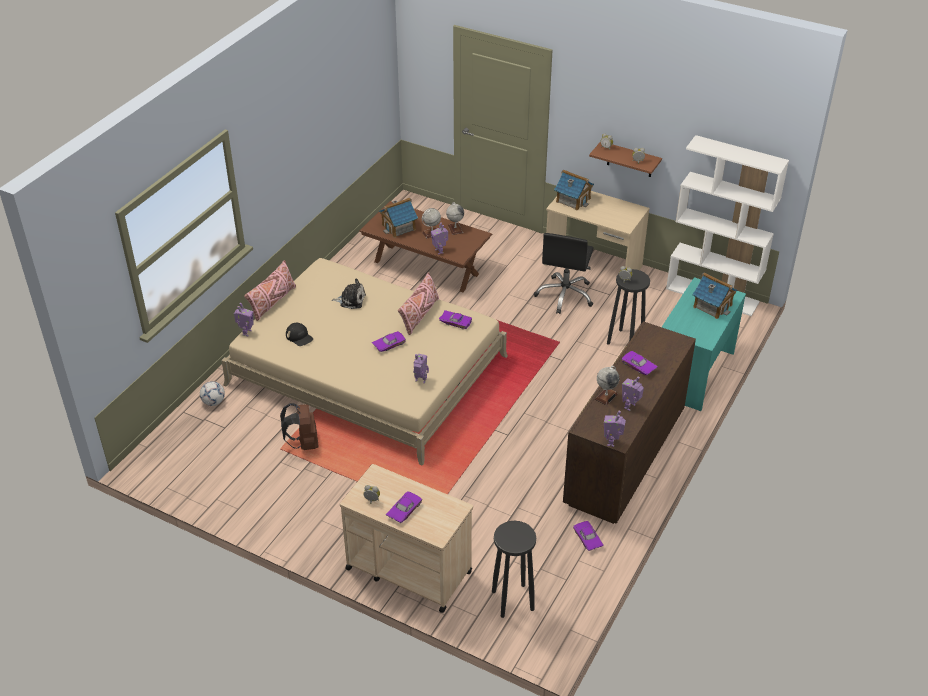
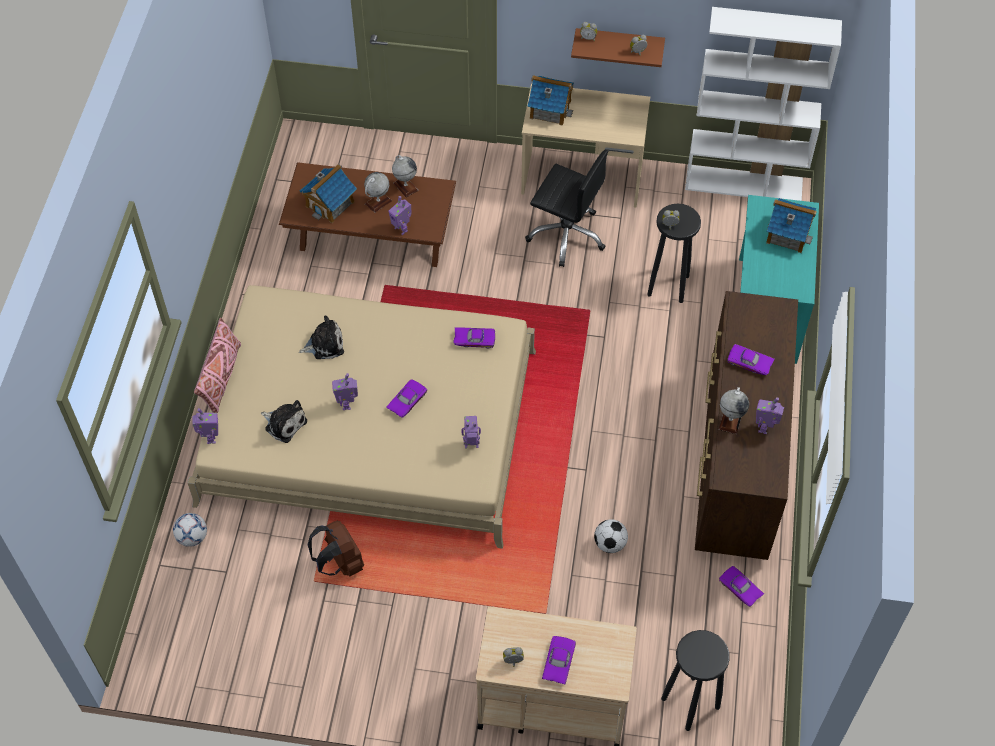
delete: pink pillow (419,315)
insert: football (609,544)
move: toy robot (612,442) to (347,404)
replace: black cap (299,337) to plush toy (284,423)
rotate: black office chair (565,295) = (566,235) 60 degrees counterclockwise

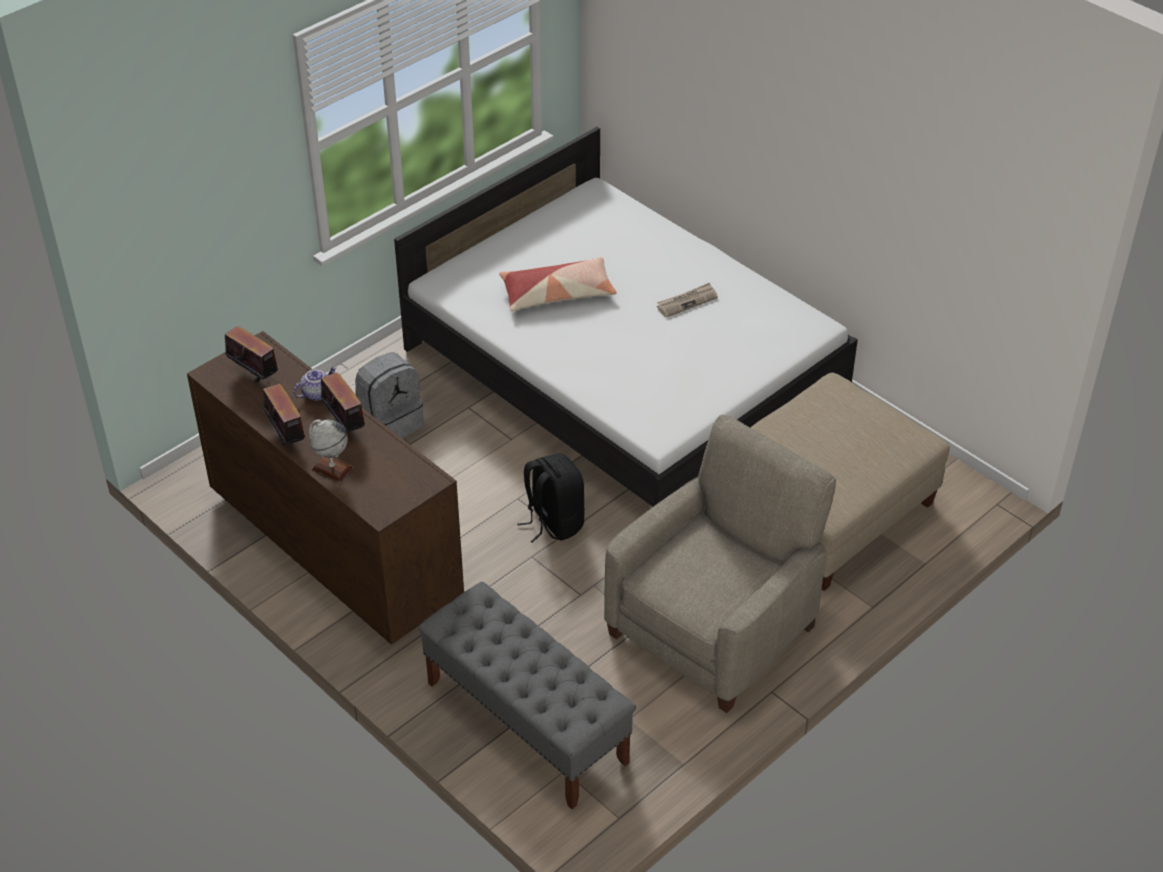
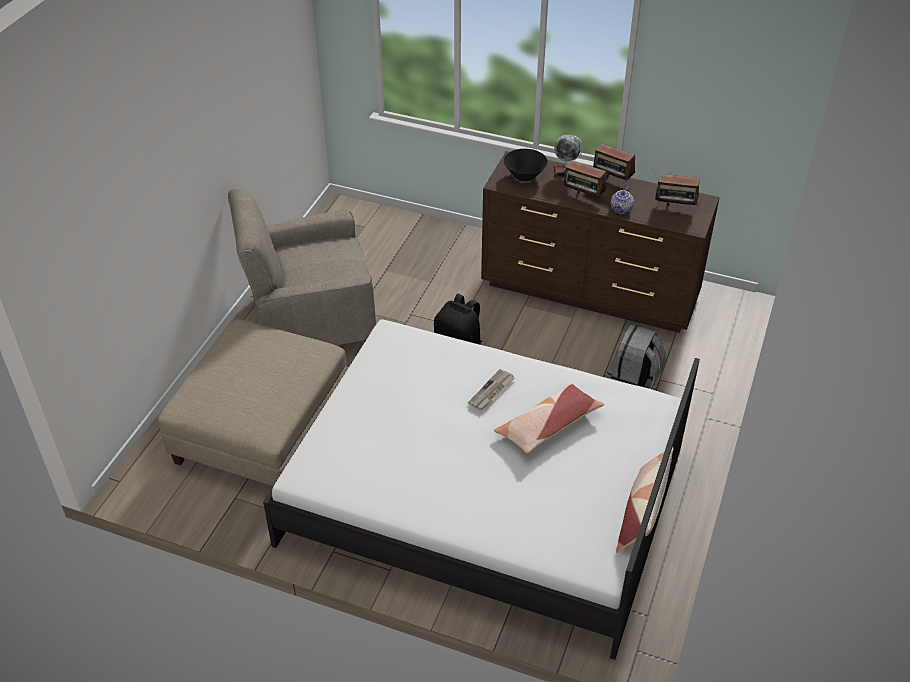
delete: grey bench (526,722)
insert: black bowl (524,176); pillow (642,513)
move: newspaper (687,301) to (491,391)
rotate: beige armchair (713,629) = (311,321) 60 degrees clockwise

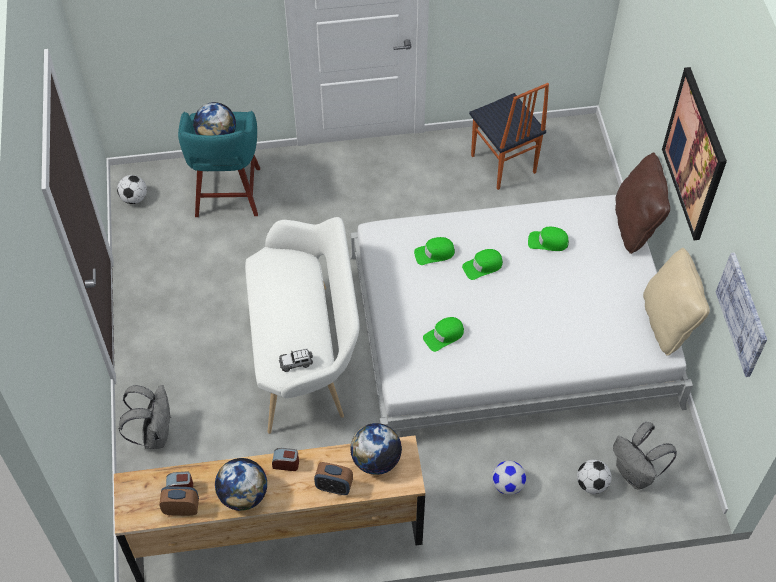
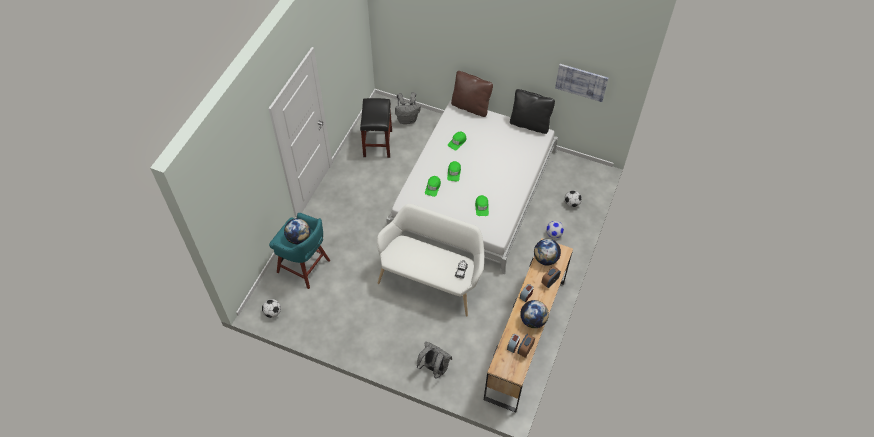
delete: picture (695,154)
move: grey backpack (636,474) to (407,119)
replace: chair (502,165) to black stool (378,143)
recolor: beige pillow (667,323) to black pillow (530,124)

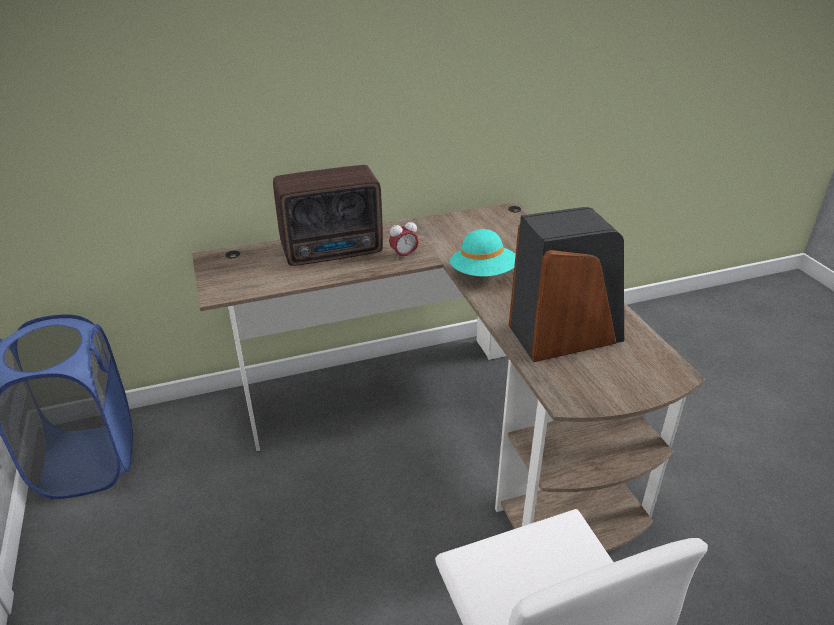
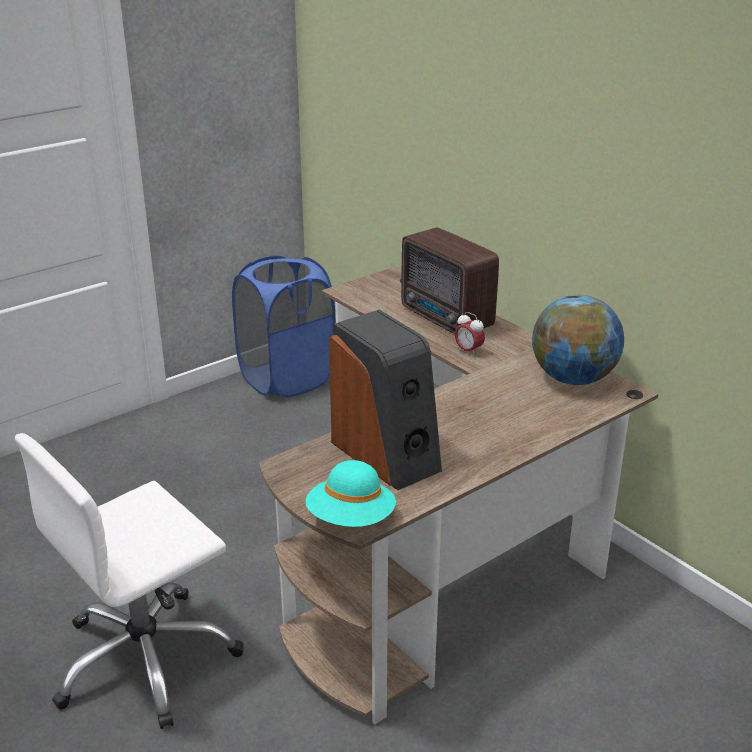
insert: globe (573,379)
move: turquoise hat (483,275) to (351,519)

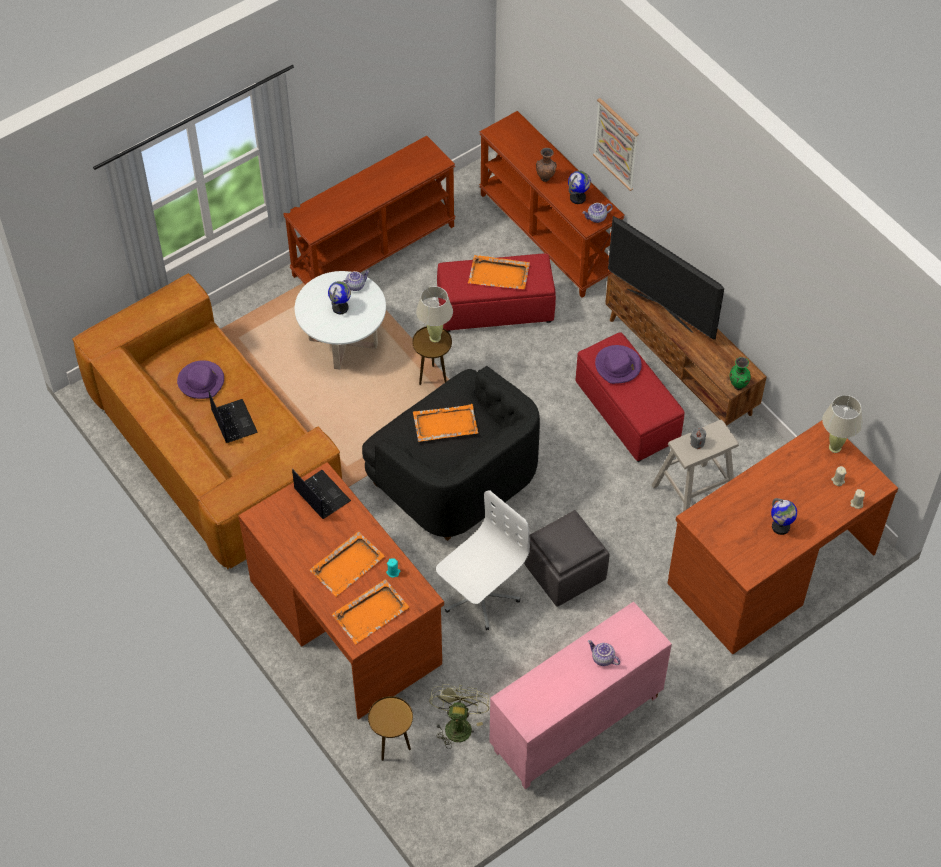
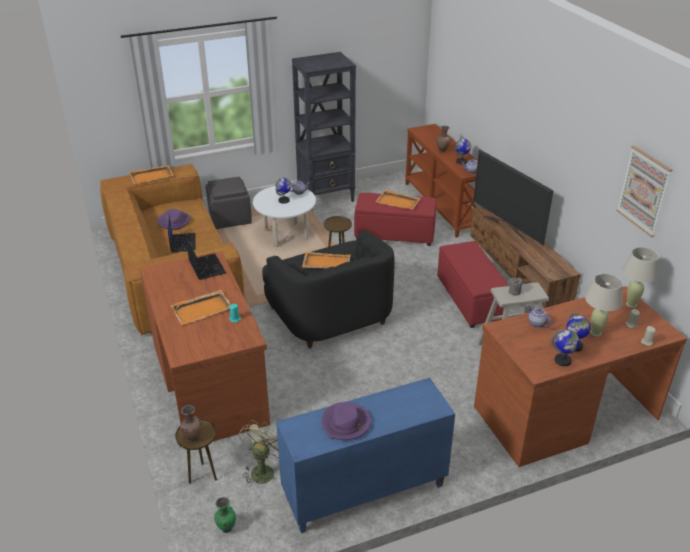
delete: white office chair (480,596)
insert: brown vase (192,438); globe (563,360)
move: orange tray (371,612) to (152,175); beige table lamp (435,337) to (595,332); grey ottoman (564,573) to (229,218); teapot (602,658) to (536,323); picture (616,144) to (644,190); purple hat (618,366) to (346,423); green vase (737,386) to (226,528)
replace: brown console table (373,249) to black bookcase (326,197)
recolor: pink cabinet (576,725) to blue cabinet (364,492)

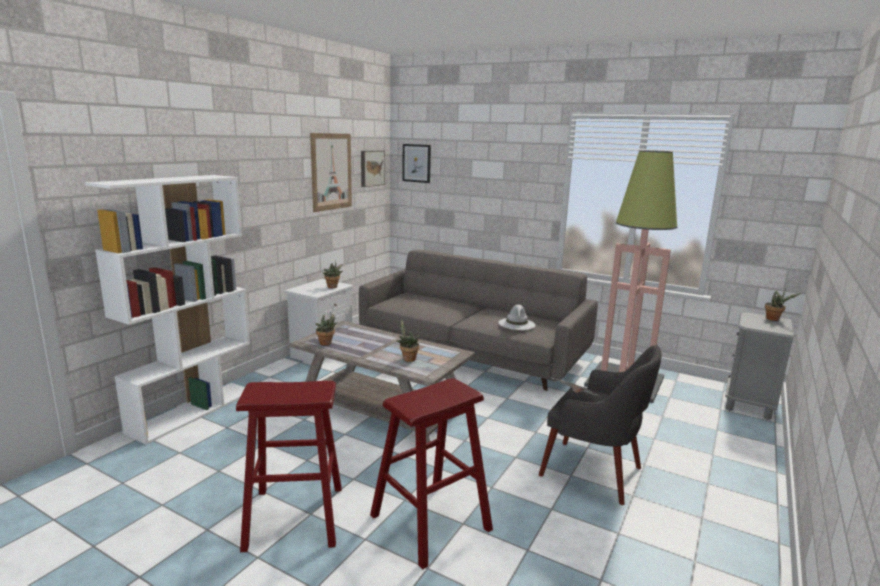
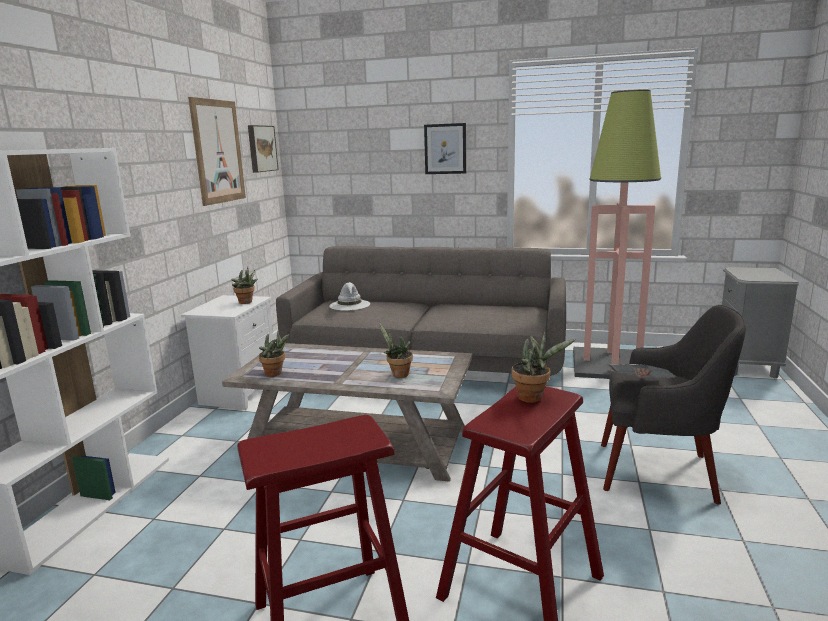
move: picture (416,163) to (445,149); white hat (517,324) to (350,305); potted plant (774,319) to (534,397)

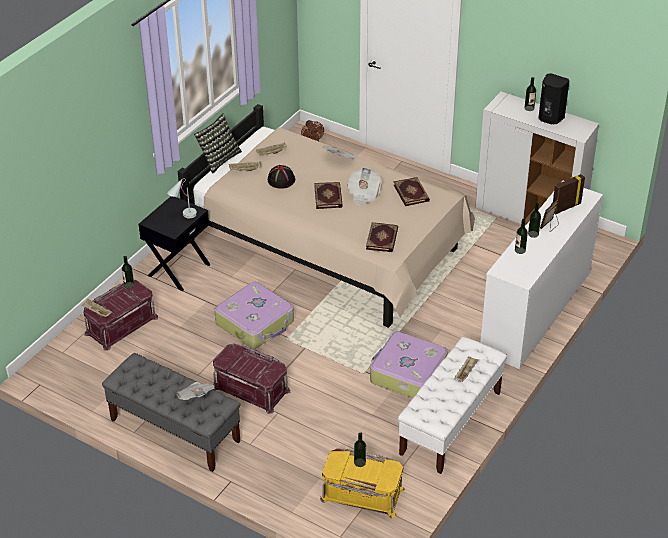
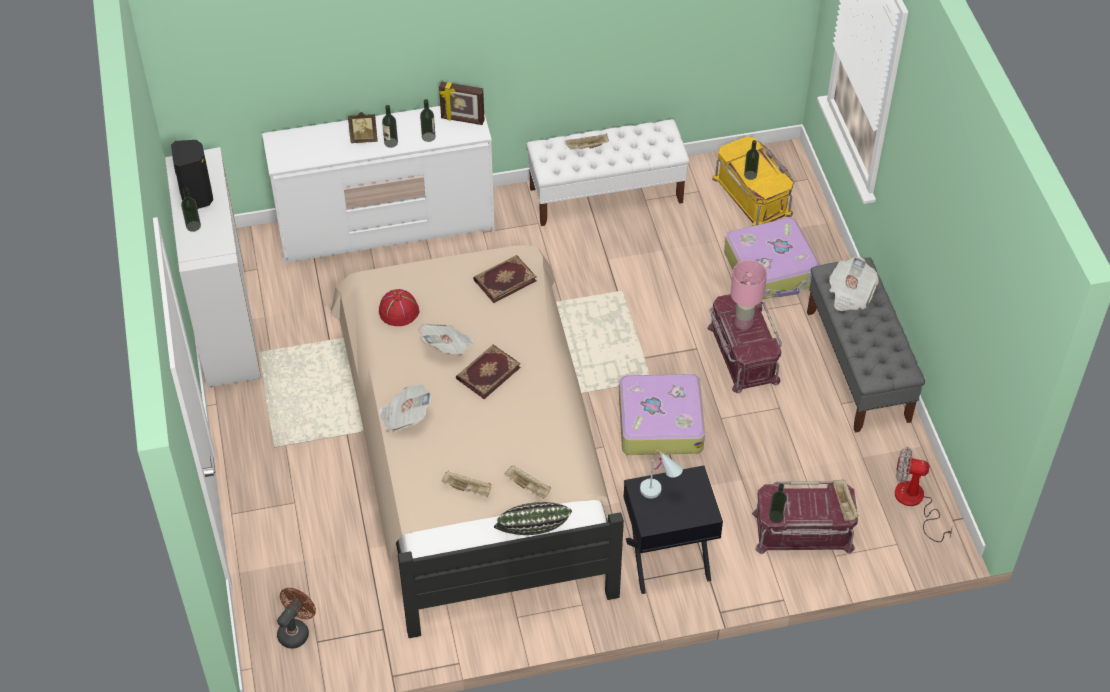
delete: black hat (281,180)
insert: pink table lamp (744,323); fan (915,503)
move: suitcase (407,374) to (771,269); picture frame (565,207) to (462,120)
replace: book (412,193) to red hat (398,310)

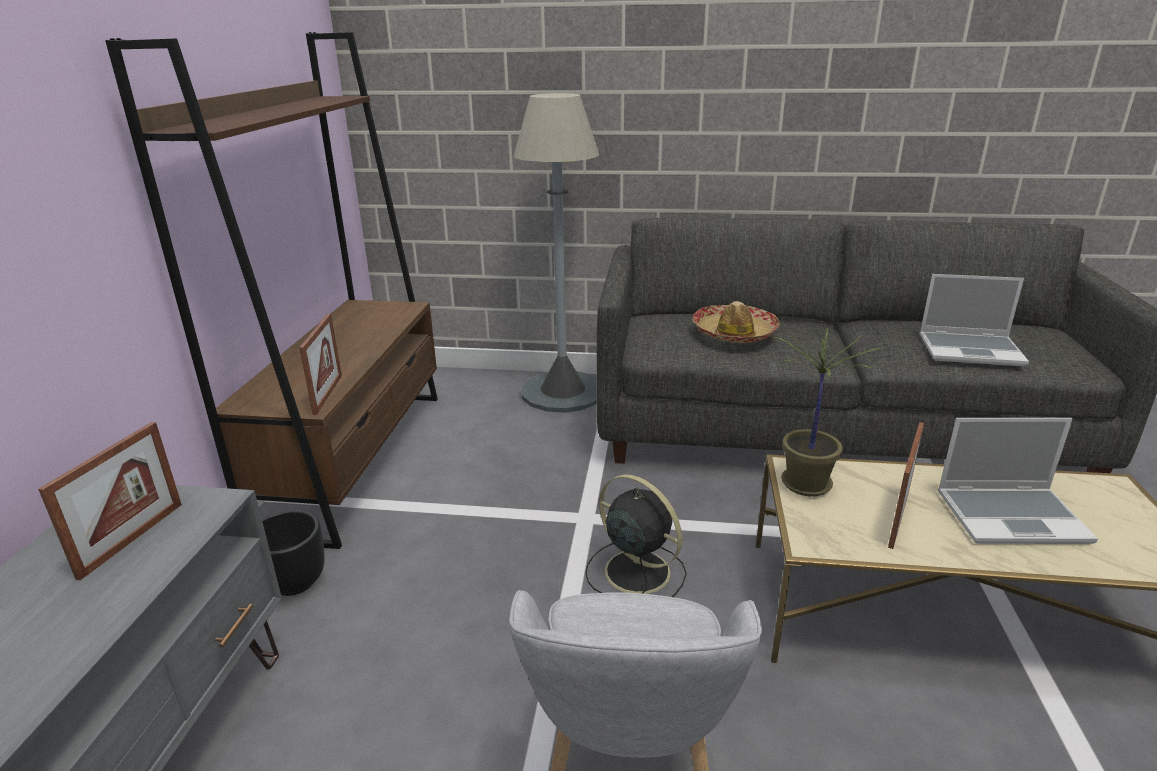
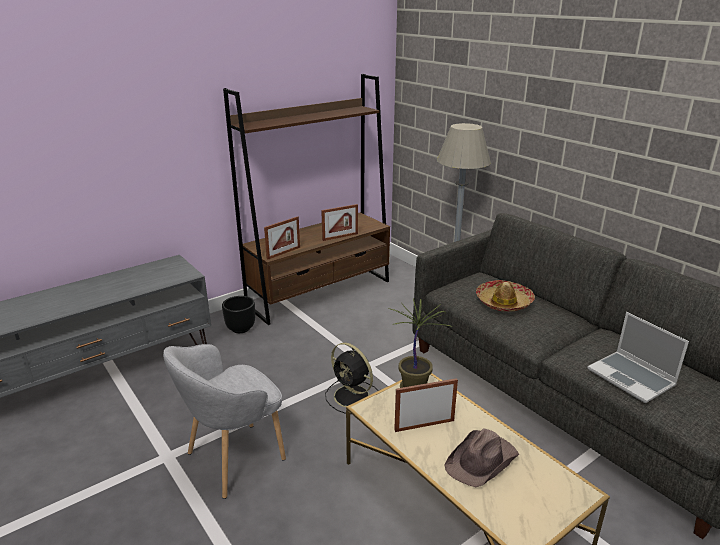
move: picture frame (132,539) to (340,237)
replace: laptop (1012,516) to brown hat (482,461)
rotate: black fan (634,570) = (353,397) 135 degrees clockwise

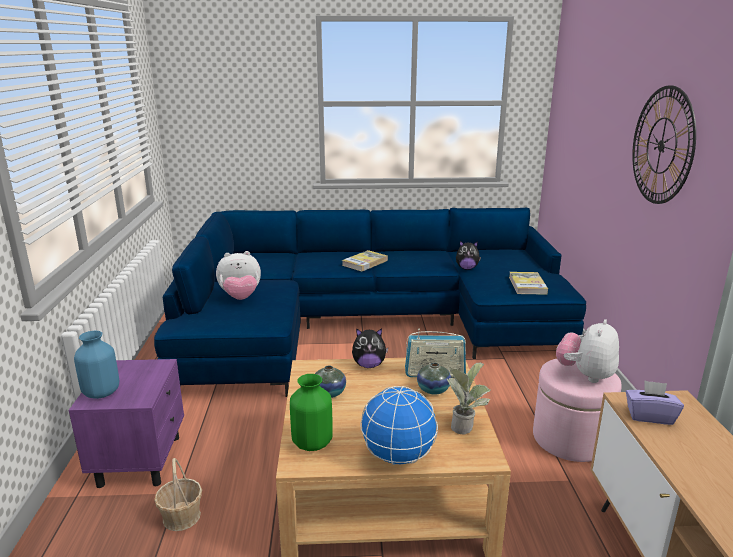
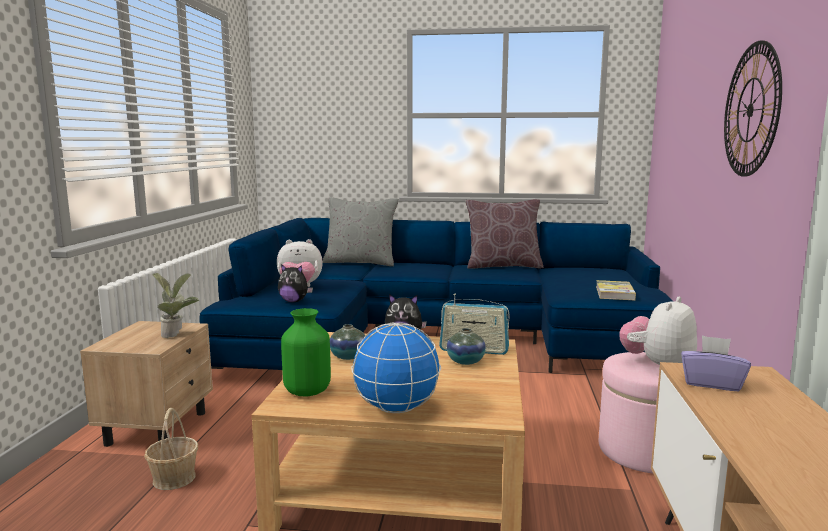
delete: blue vase (102,392); book (365,263)
insert: grey pillow (360,262); brown pillow (503,266)
move: potted plant (465,426) to (177,334); plush toy (467,268) to (294,301)
recolor: purple nightstand (141,459) to beige nightstand (158,427)

